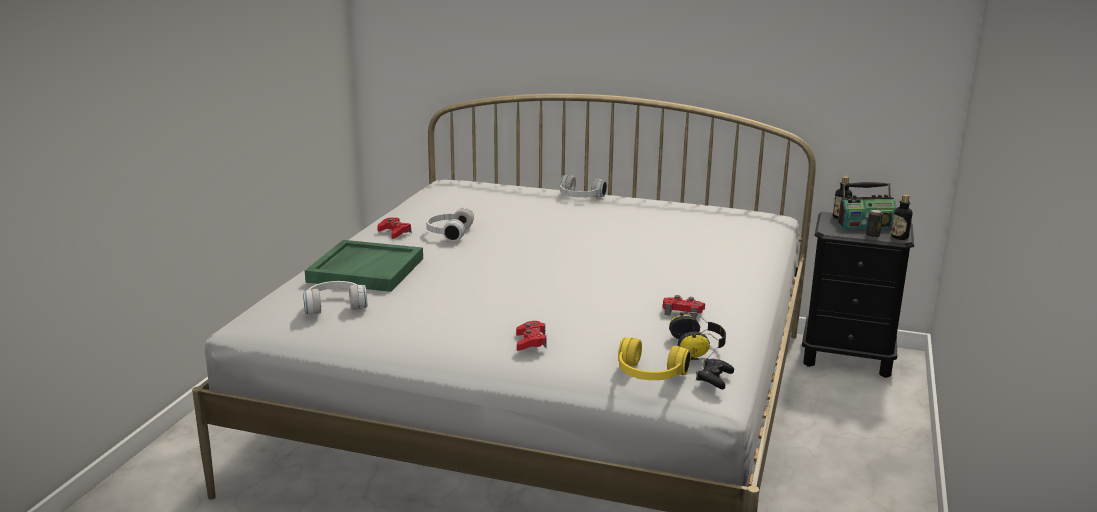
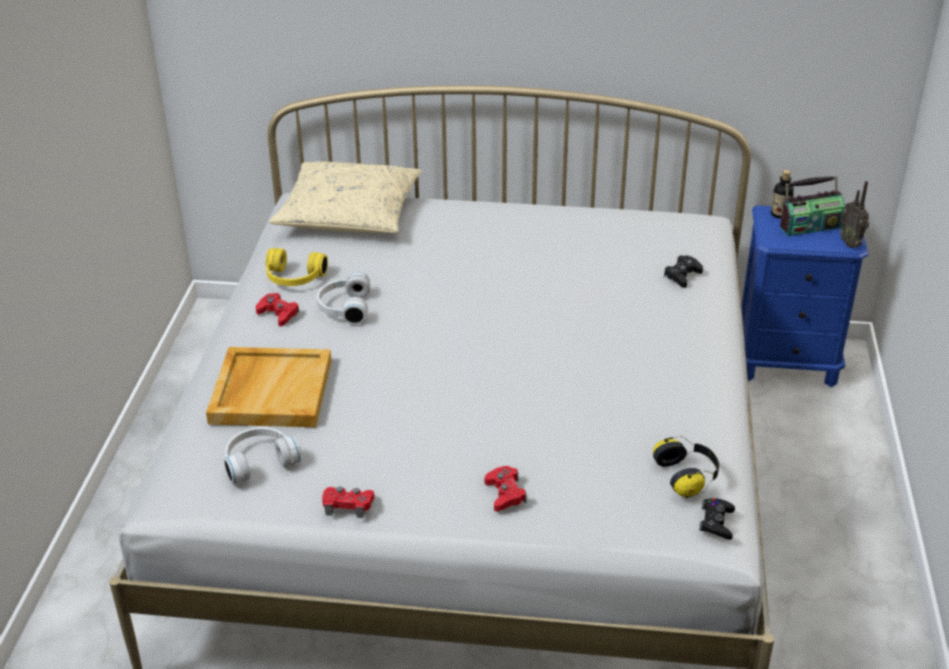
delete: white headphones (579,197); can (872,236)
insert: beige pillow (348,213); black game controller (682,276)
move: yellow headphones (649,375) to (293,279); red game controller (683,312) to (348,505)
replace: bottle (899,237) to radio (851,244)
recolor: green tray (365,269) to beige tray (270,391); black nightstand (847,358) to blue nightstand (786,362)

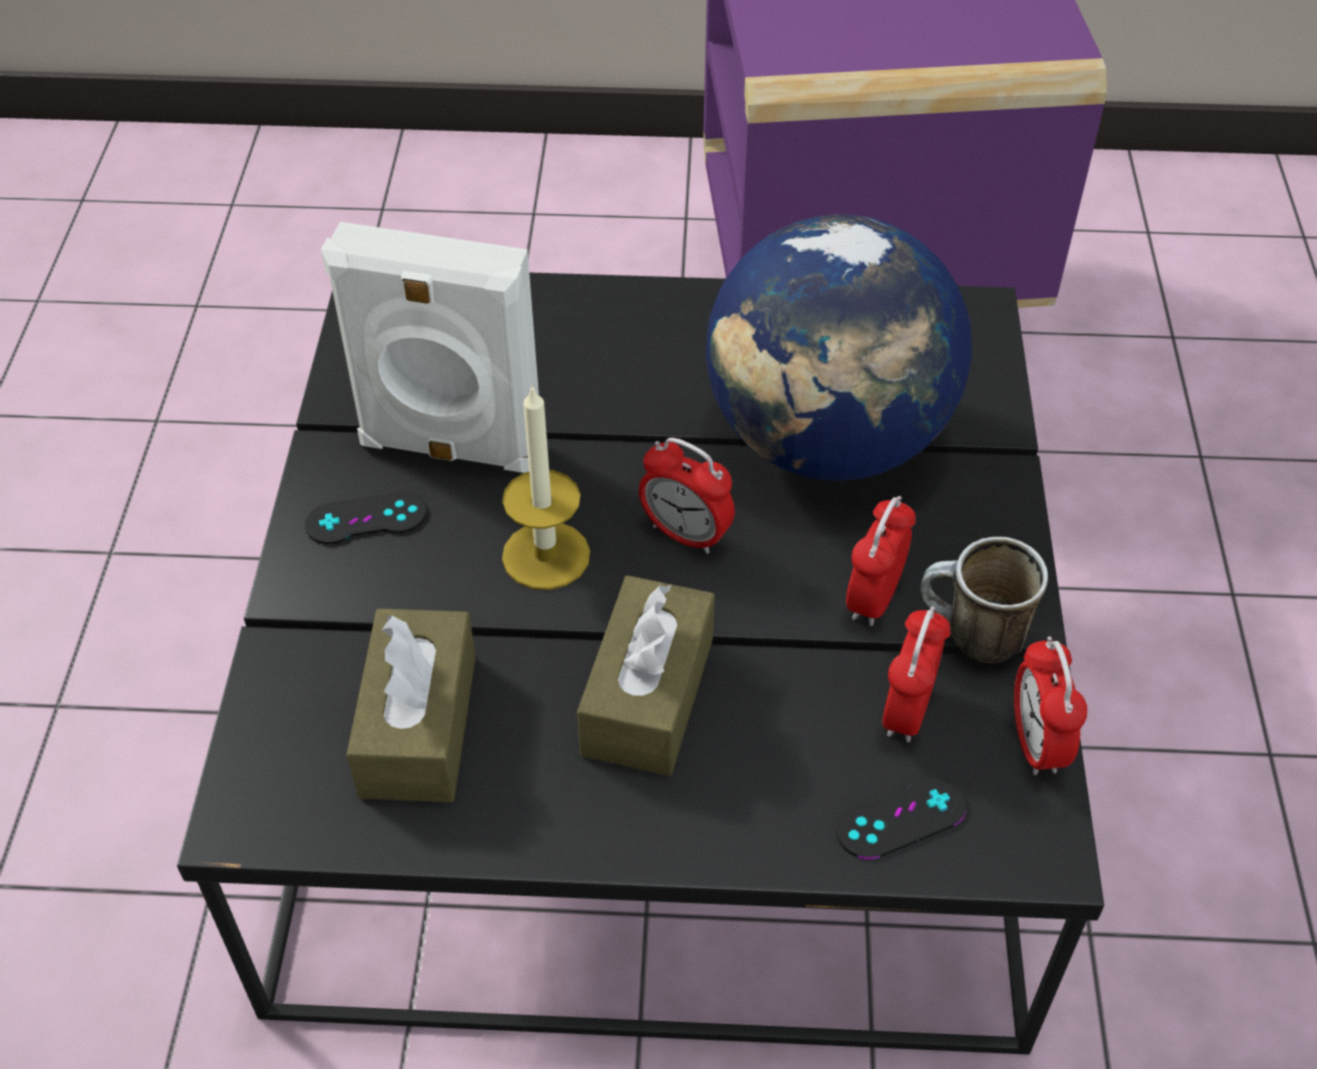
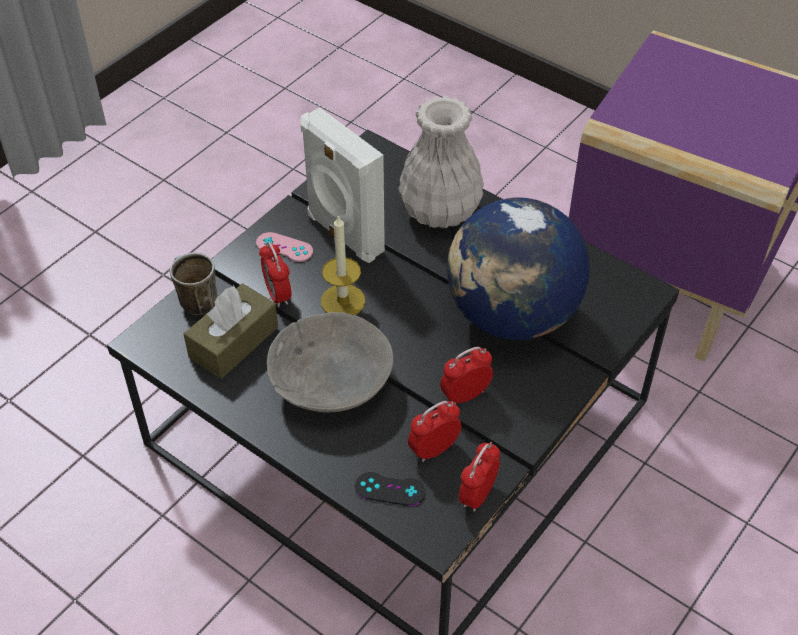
insert: white vase (441,211)
move: alarm clock (686,534) to (278,294); mug (970,638) to (194,301)
replace: brown tissue box (648,695) to grey bowl (332,381)
recolor: black game controller (366,519) to pink game controller (284,247)

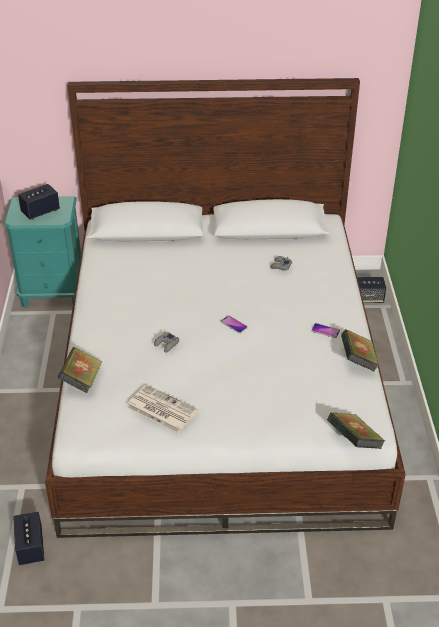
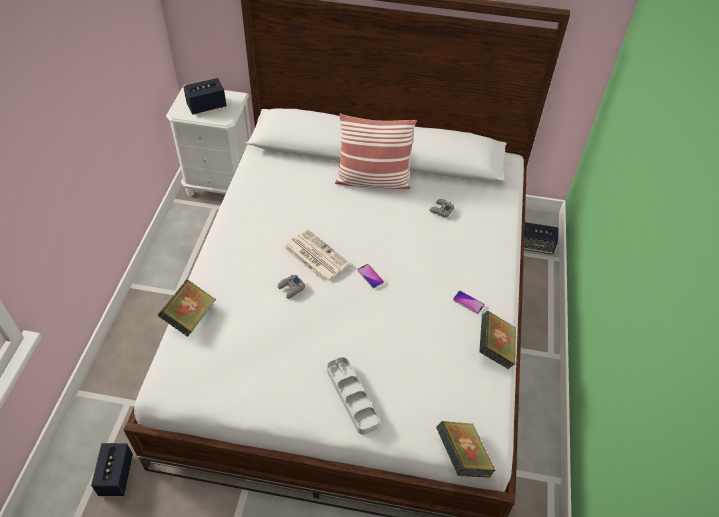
insert: grey tray (352,397); pillow (373,180)
move: newspaper (161,409) to (315,256)
recolor: turquoise nightstand (53,292) to white nightstand (221,184)

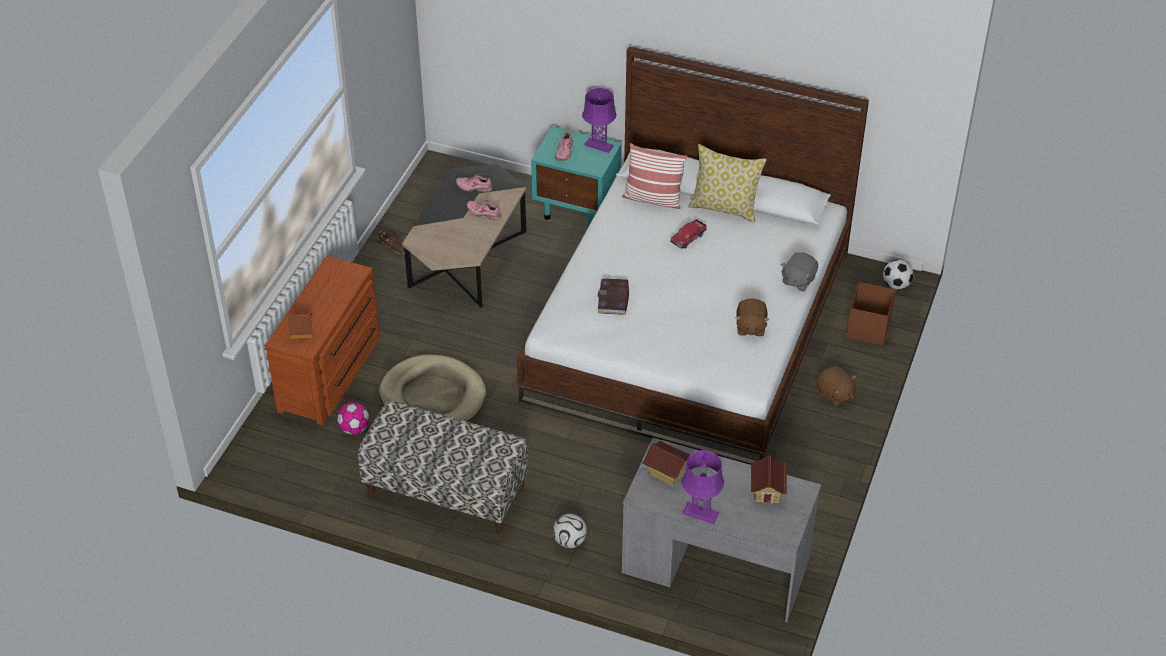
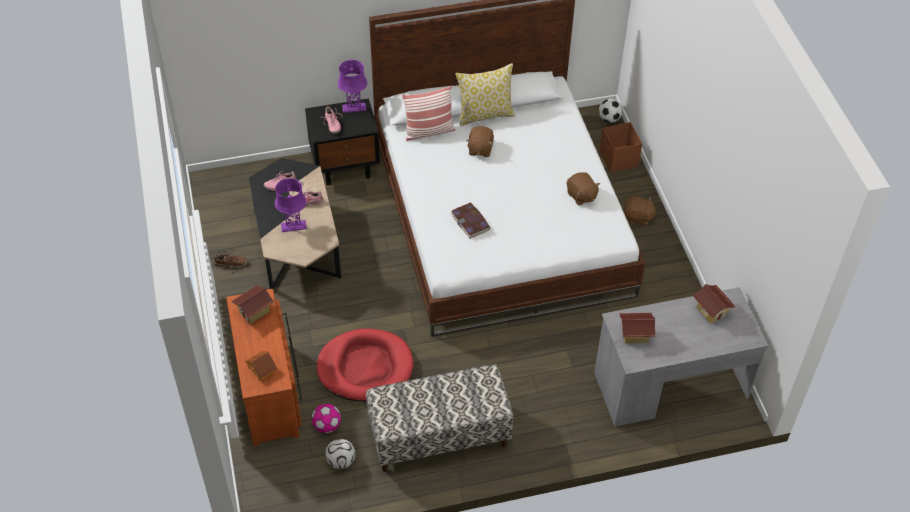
delete: grey plush toy (798,280)
insert: toy house (254,312)
move: football (569,541) to (341,461); purple table lamp (700,513) to (294,226)
replace: toy car (688,237) to brown plush toy (480,149)
recolor: beige dog bed (433,397) to red dog bed (365,368); turquoise nightstand (577,209) to black nightstand (346,166)

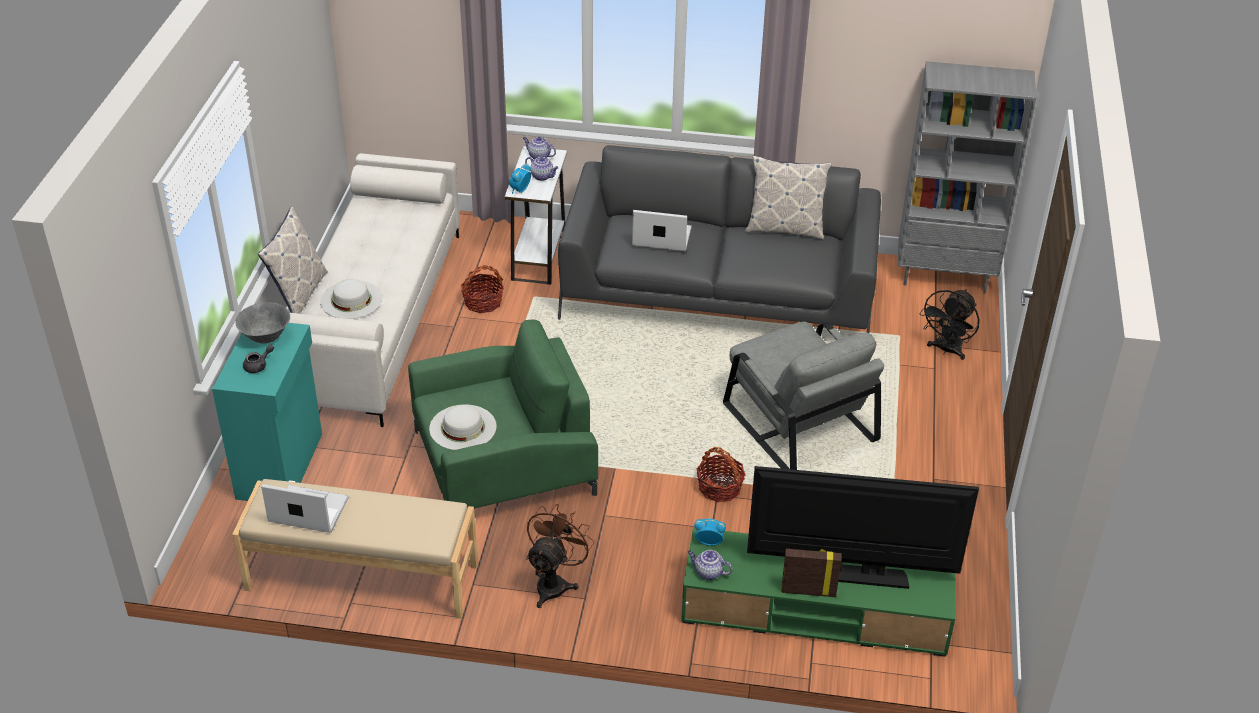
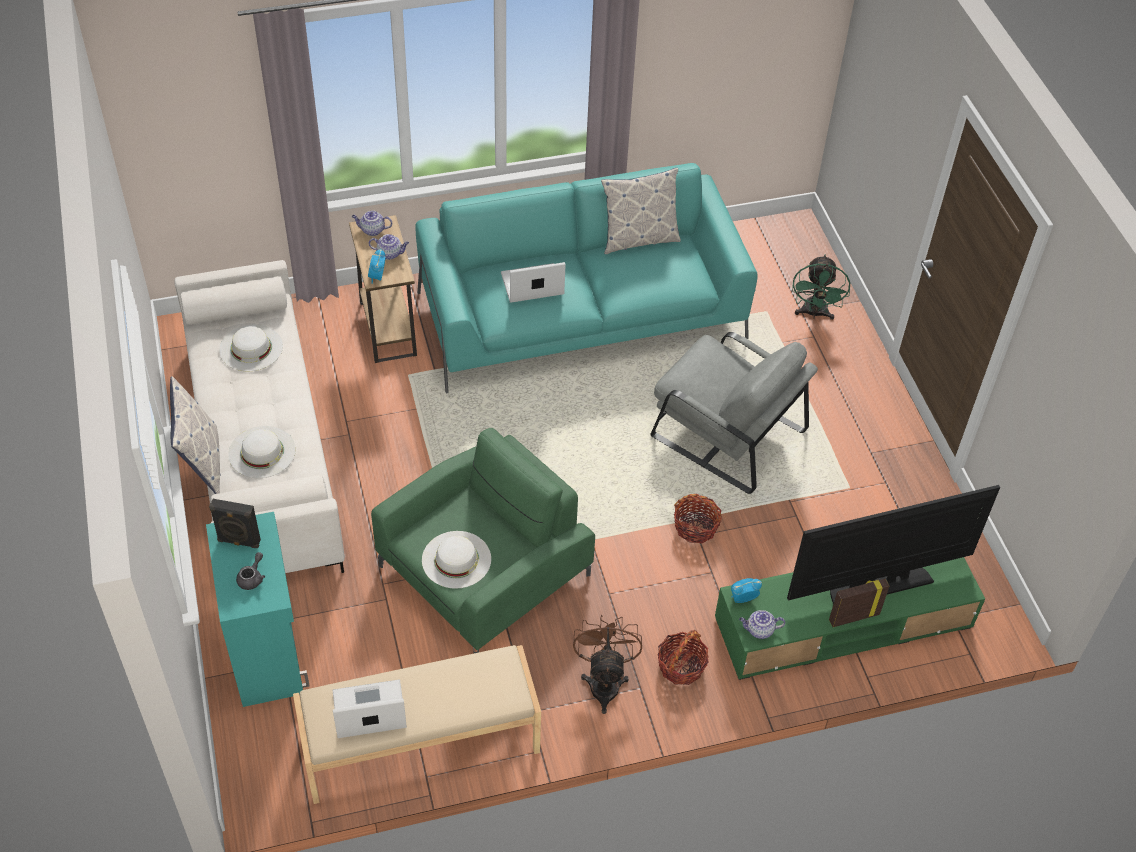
delete: grey bookcase (945,277)
insert: white hat (251,348)
move: basket (483,302) to (681,666)
replace: grey bowl (266,337) to black speaker (238,542)
recolor: white side table (539,258) to brown side table (388,328); grey sofa (718,293) to turquoise sofa (581,315); black fan (946,350) to green fan (814,314)

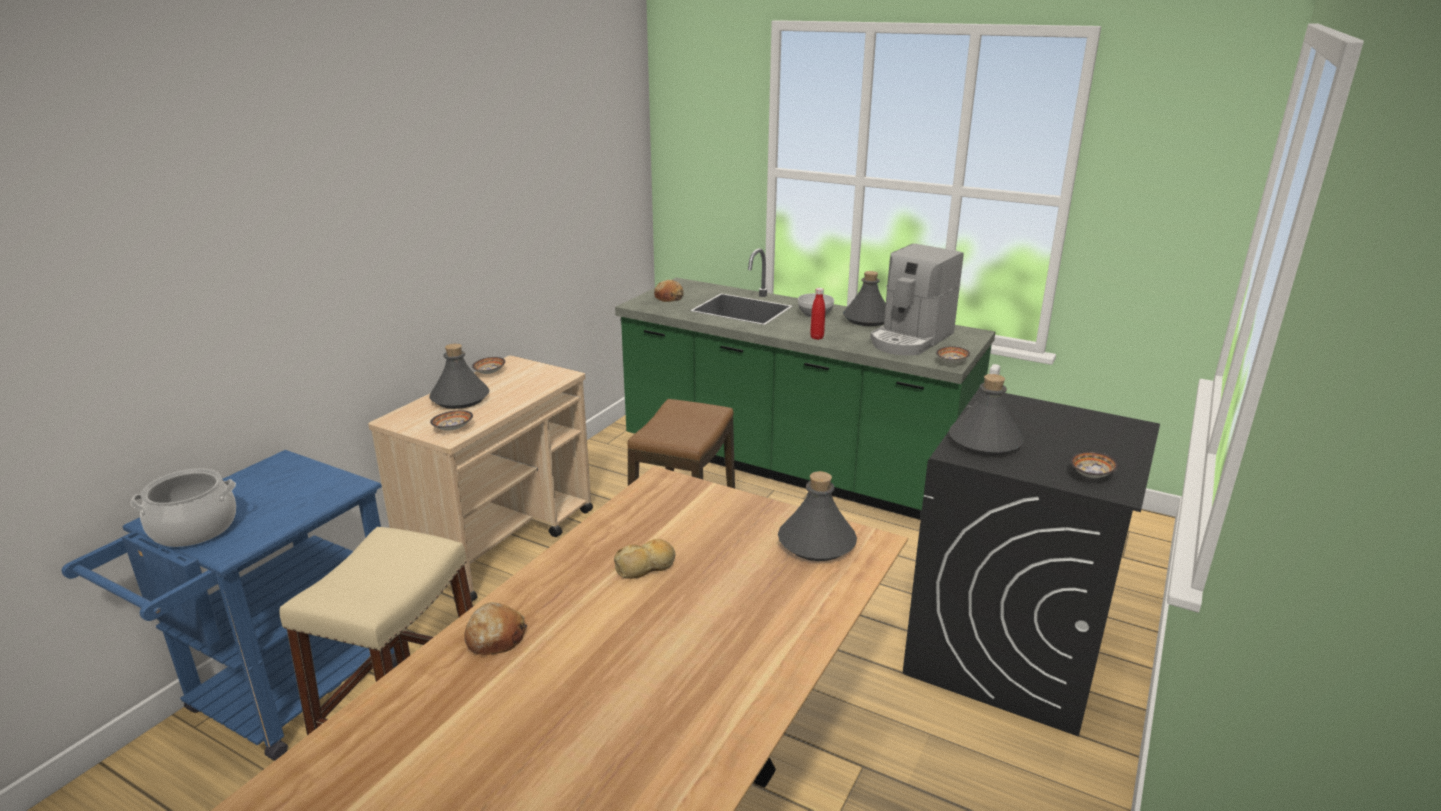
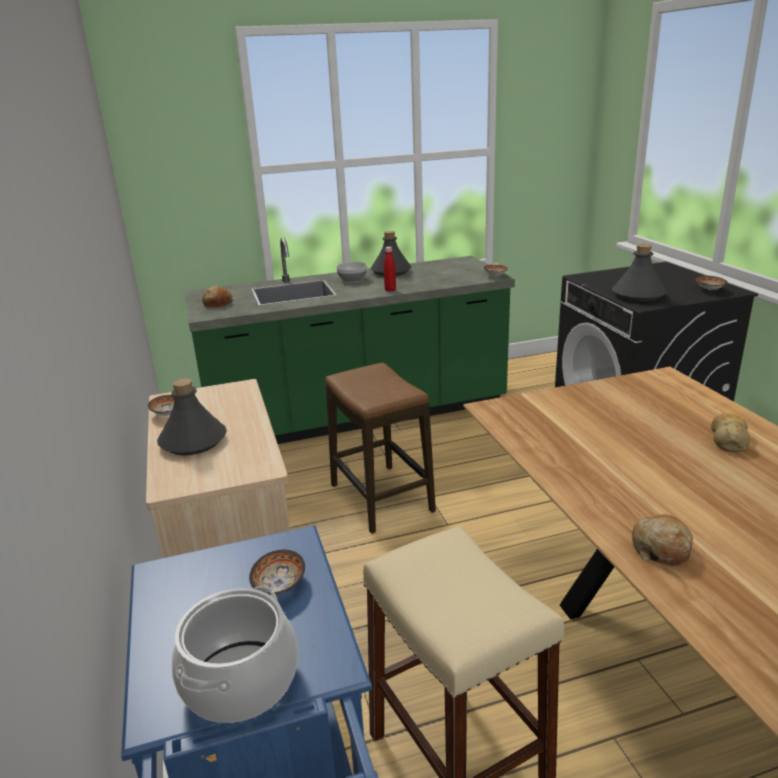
delete: grey bottle (817,543); coffee machine (910,339)
move: bowl (452,429) to (278,586); bread (646,566) to (728,439)

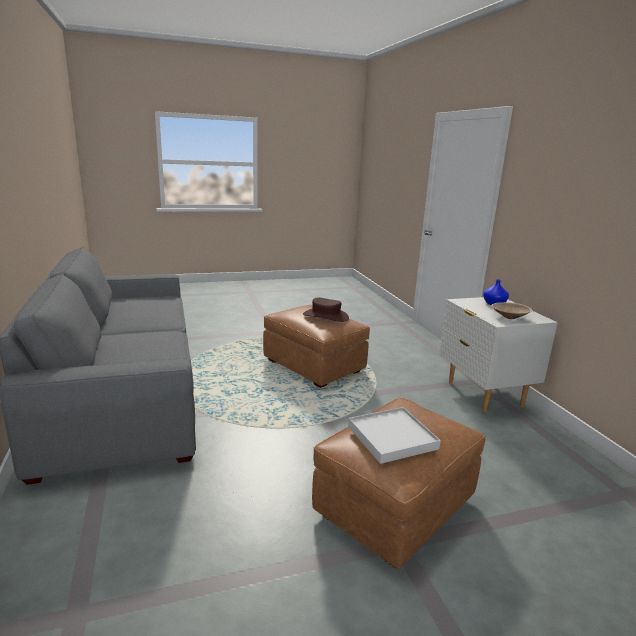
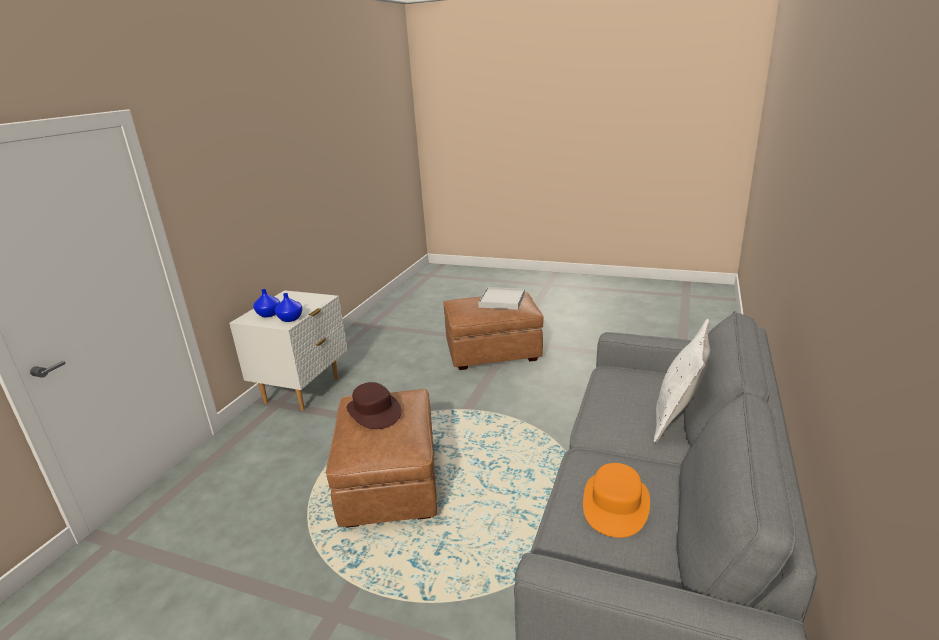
delete: beige bowl (508,317)
insert: blue vase (291,319); orange hat (616,504); white pillow (677,418)

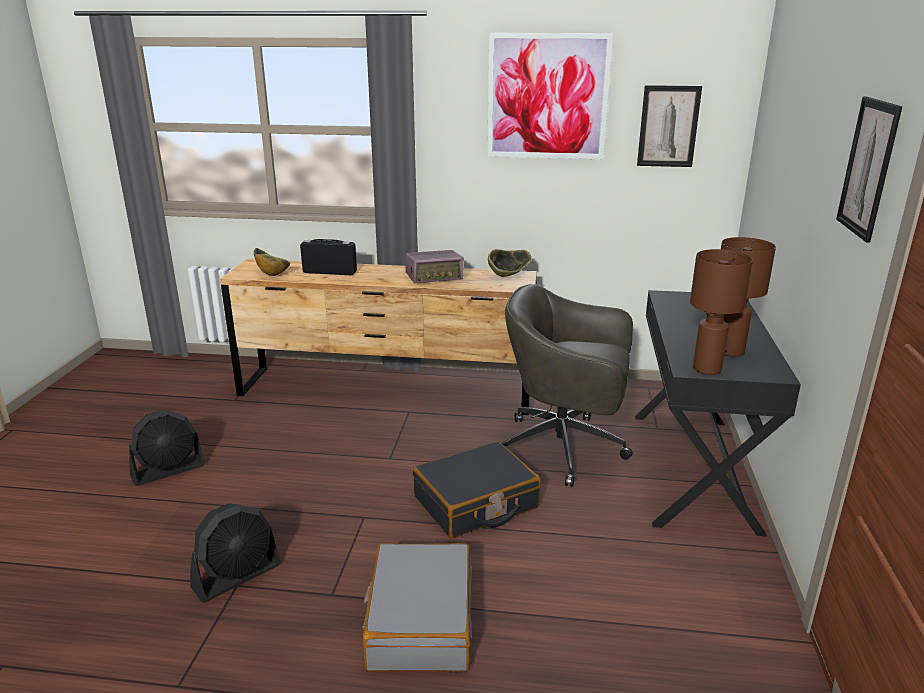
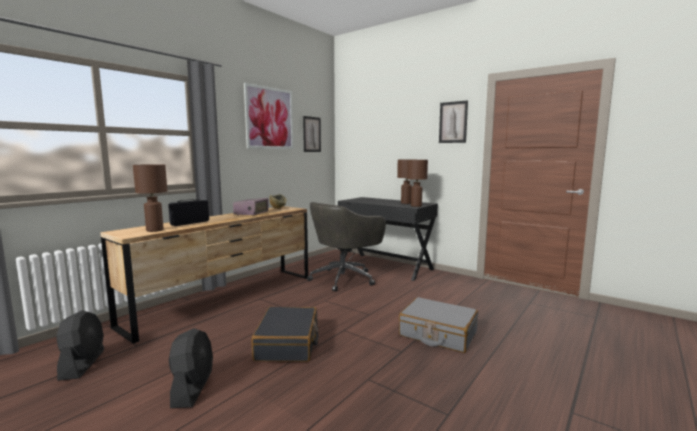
move: black fan (237,576) to (83,364); black suitcase (476,503) to (288,344)
replace: bowl (272,274) to brown table lamp (154,230)

